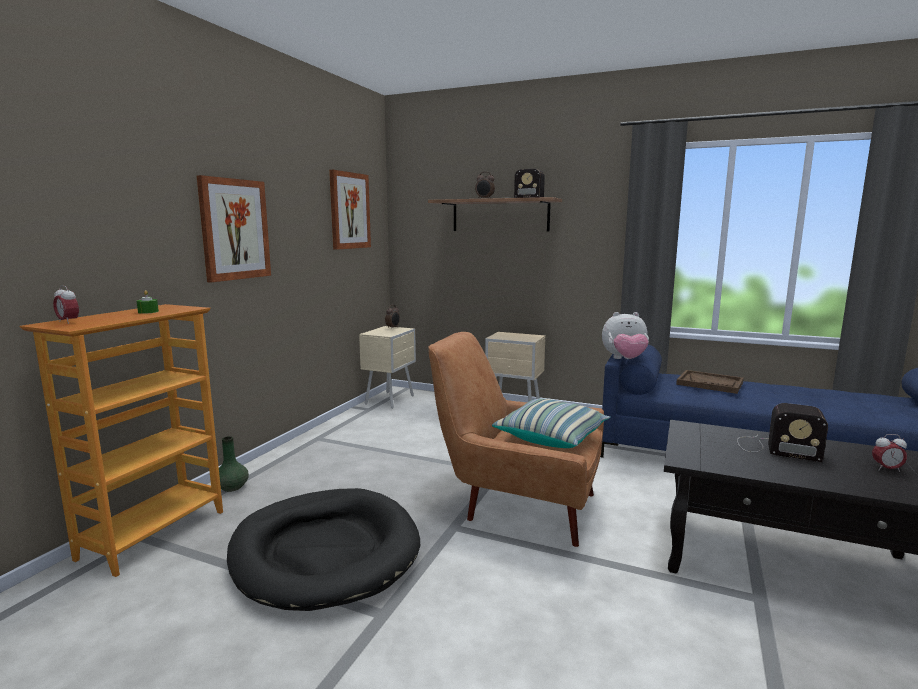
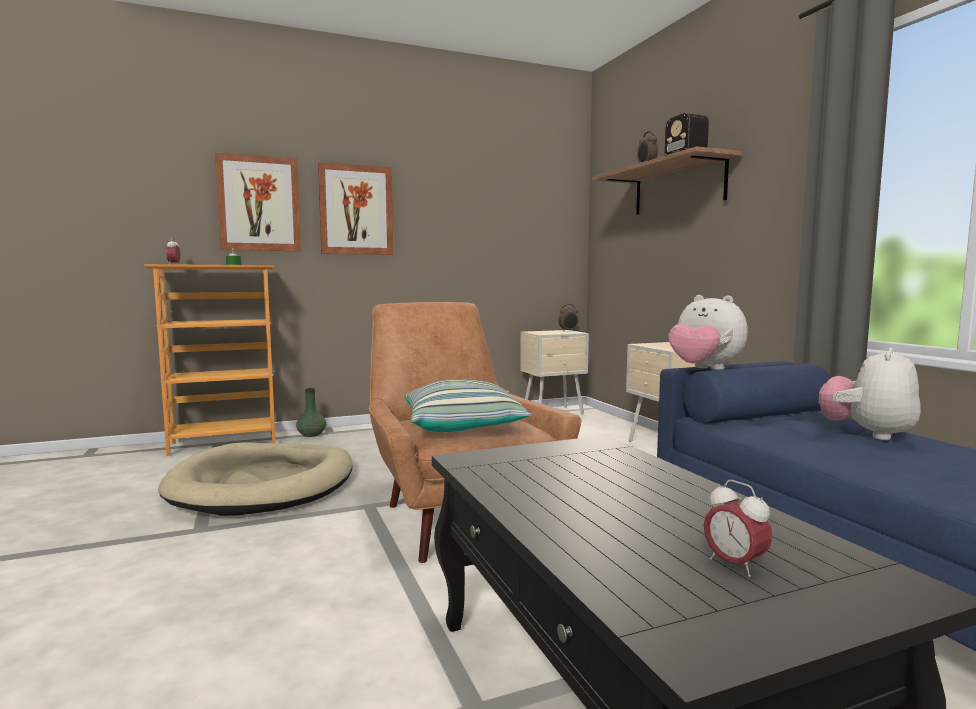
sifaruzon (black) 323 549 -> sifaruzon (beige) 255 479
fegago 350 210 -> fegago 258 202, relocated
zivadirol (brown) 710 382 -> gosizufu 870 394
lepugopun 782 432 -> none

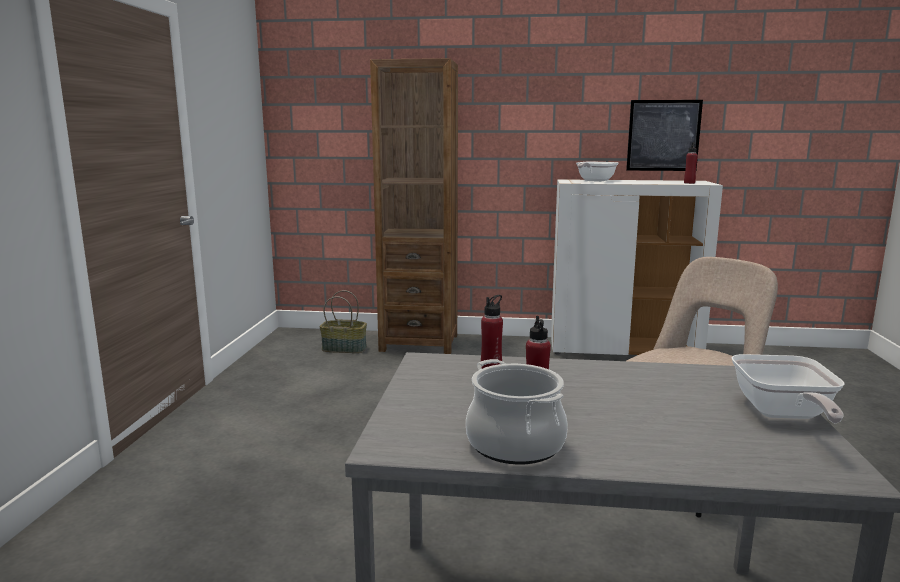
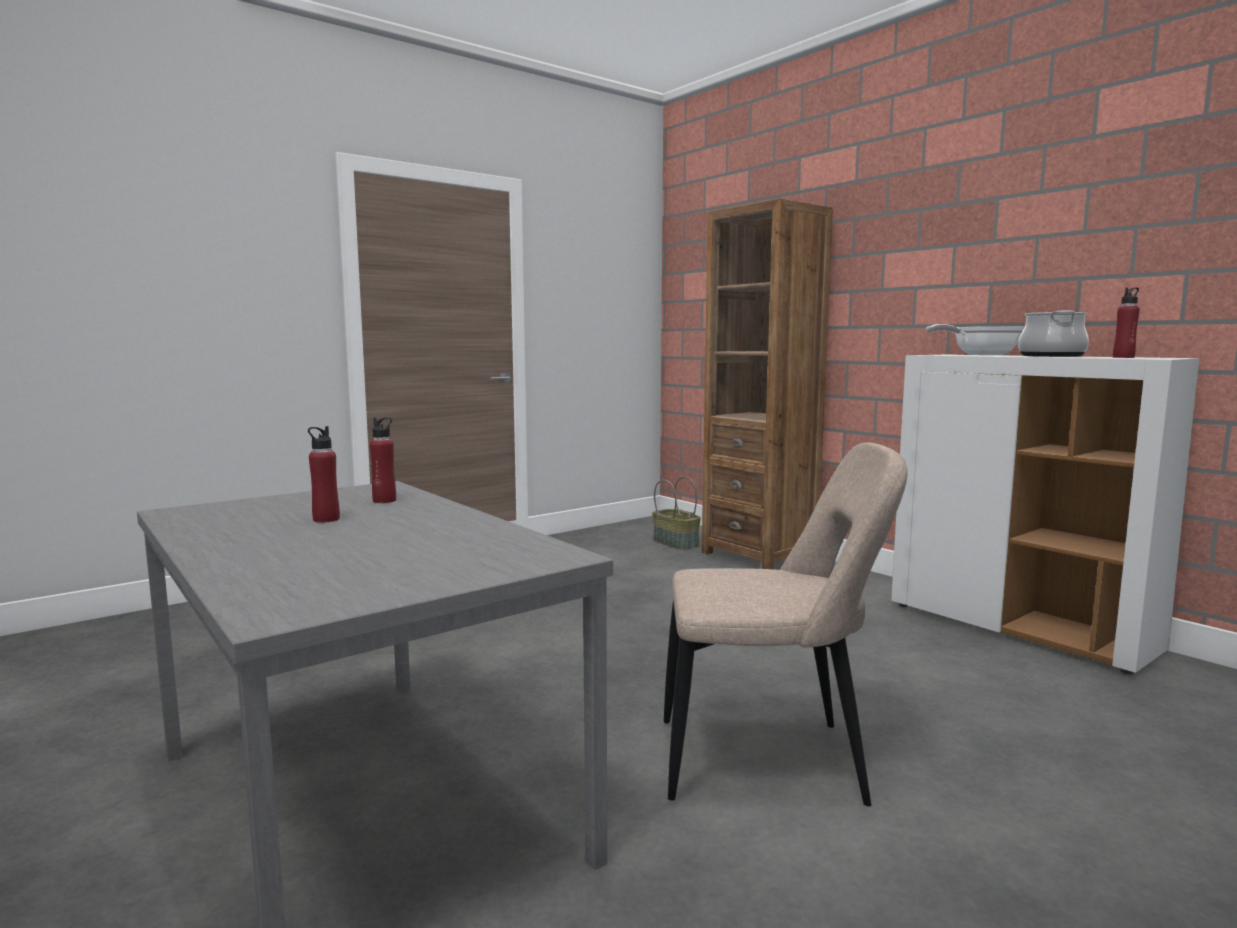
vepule 517 411 -> vepule 1053 334, relocated
fegago 664 135 -> none
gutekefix 788 388 -> none

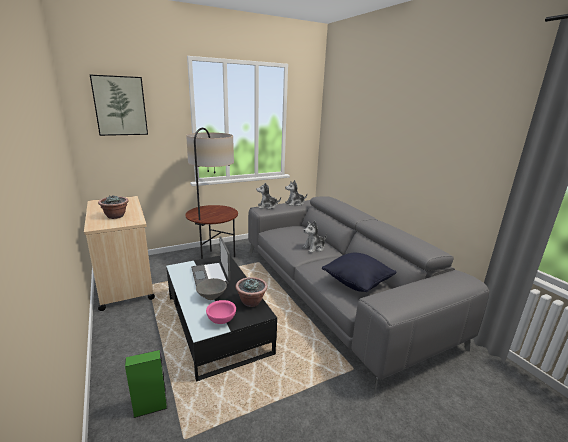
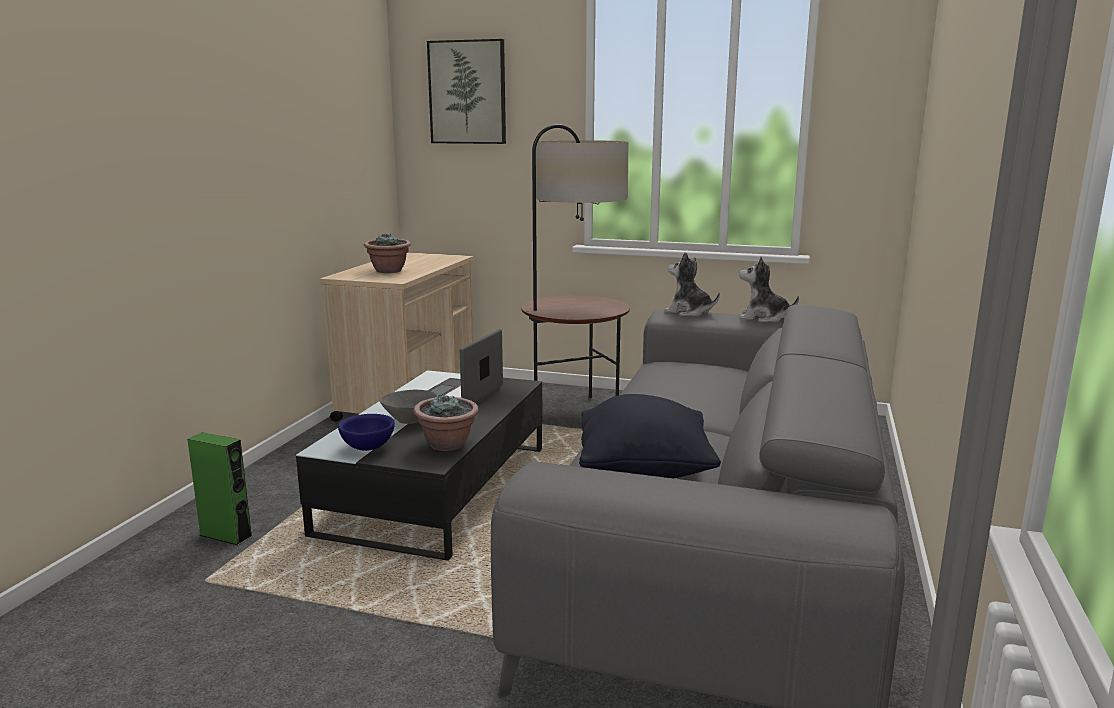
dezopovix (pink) 221 312 -> dezopovix (blue) 366 432
gosizufu 314 237 -> none

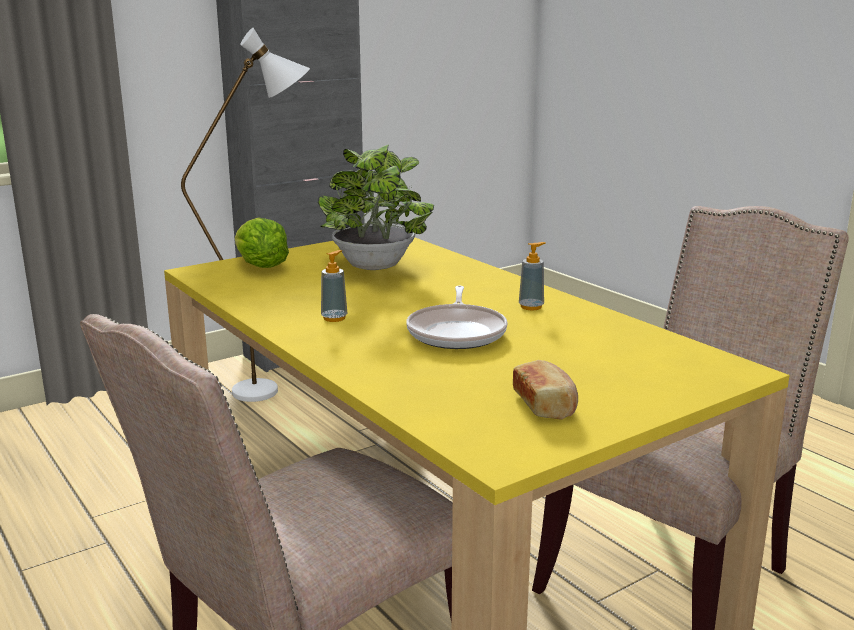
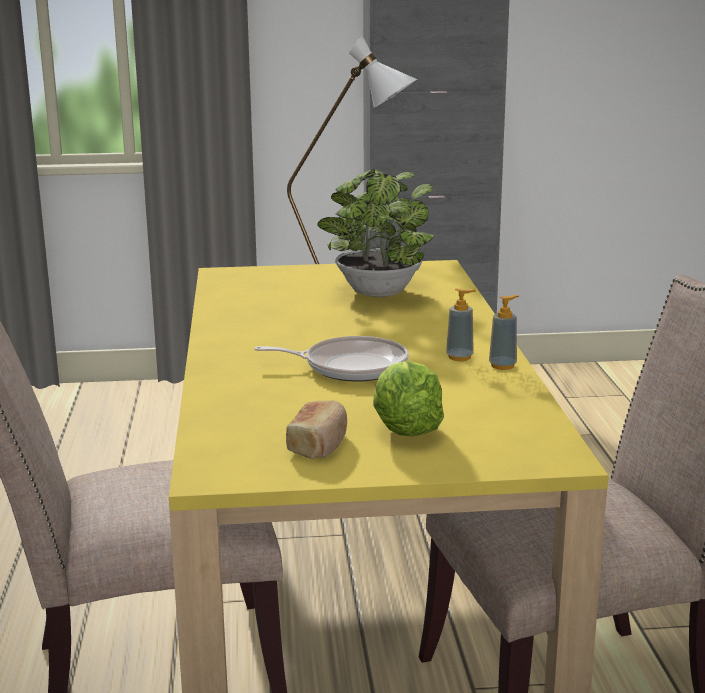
gutekefix 457 317 -> gutekefix 331 359, 120 degrees counterclockwise
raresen 262 243 -> raresen 408 398, relocated
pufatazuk 334 286 -> pufatazuk 504 332, relocated

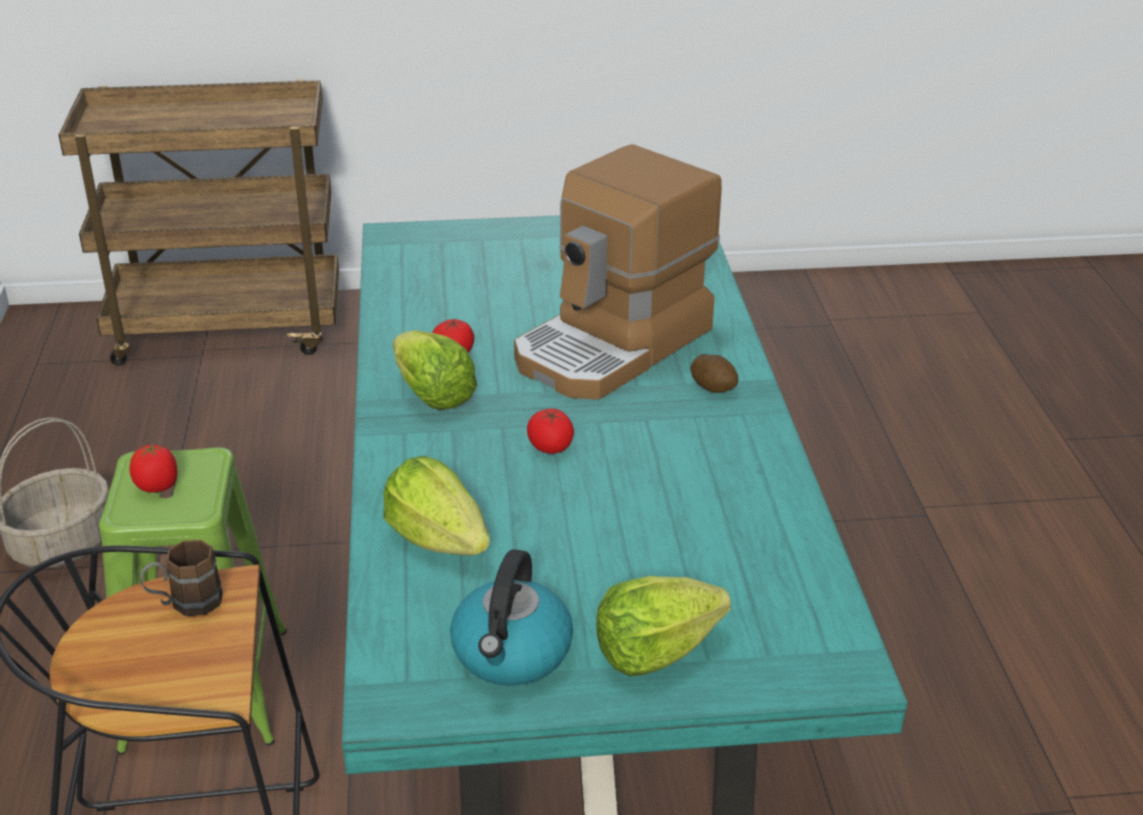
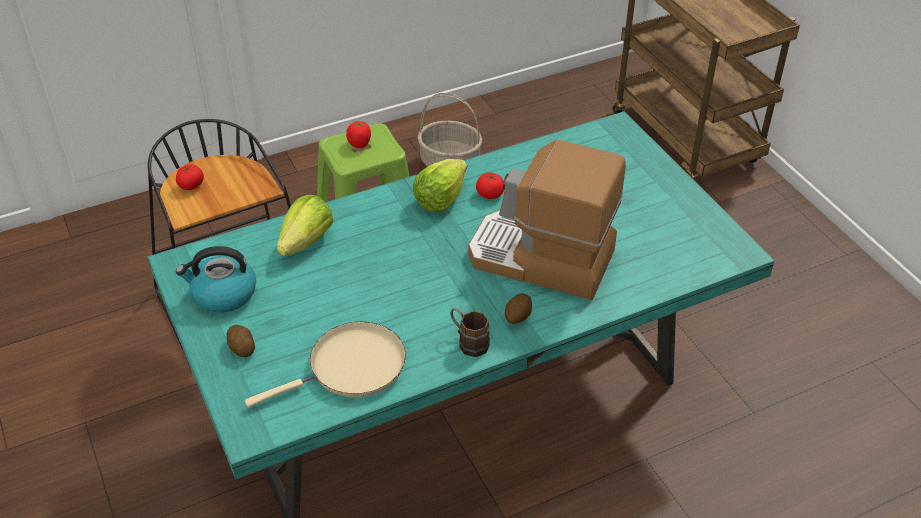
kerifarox 550 431 -> kerifarox 190 177, relocated
raresen 663 626 -> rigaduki 241 341
none -> gutekefix (beige) 325 365
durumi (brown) 181 578 -> durumi (brown) 470 332, relocated

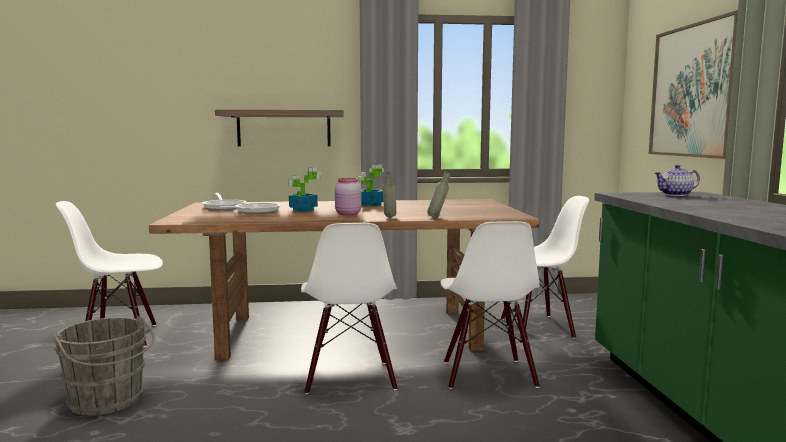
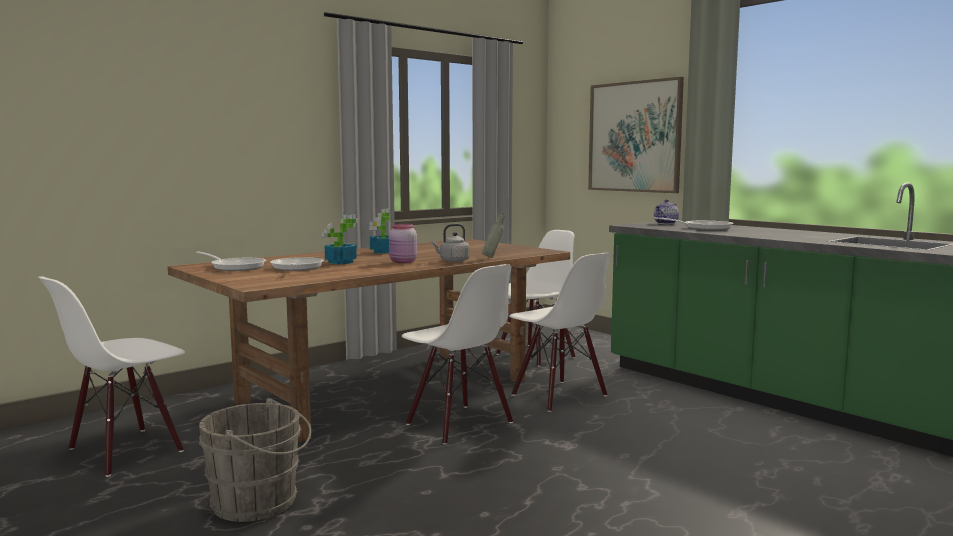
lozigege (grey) 389 194 -> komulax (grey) 451 243
none -> gutekefix 693 223
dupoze 279 128 -> none

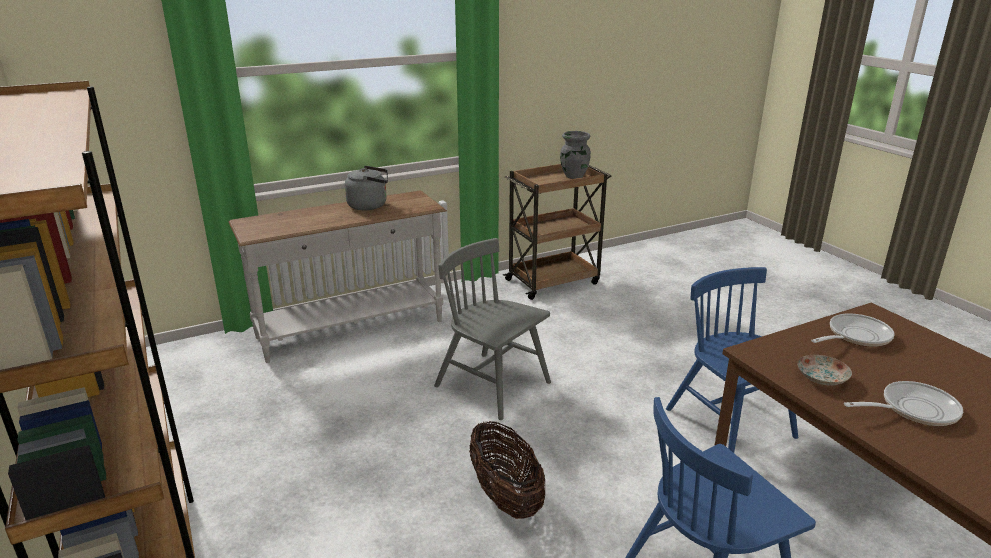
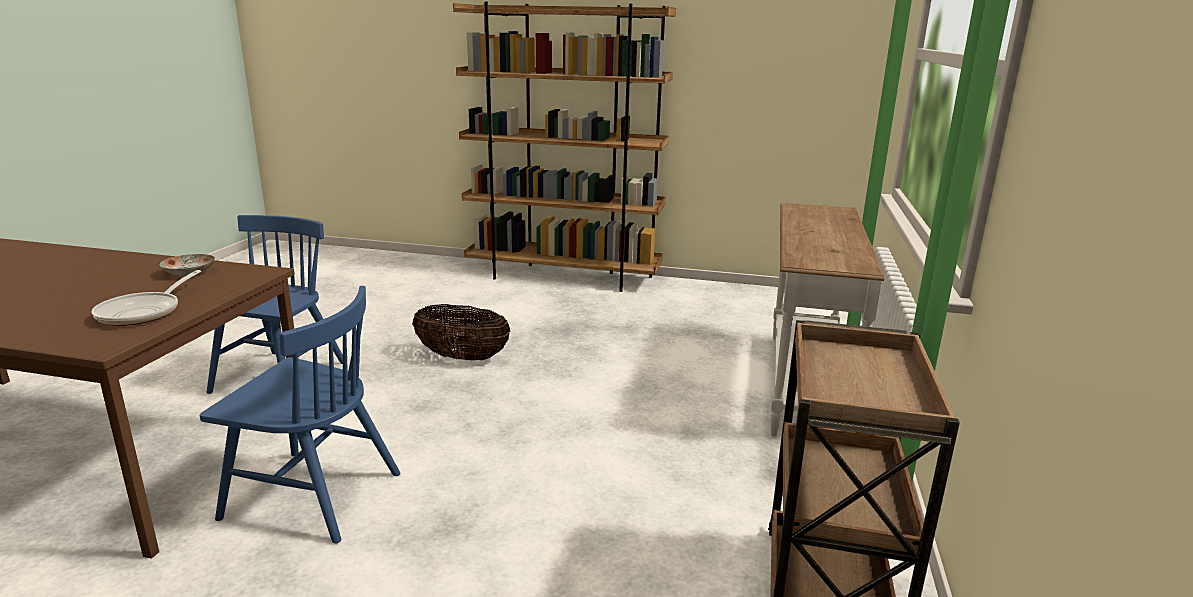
komulax (grey) 366 188 -> none
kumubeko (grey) 492 329 -> none
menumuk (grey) 575 155 -> none
gutekefix 903 403 -> none

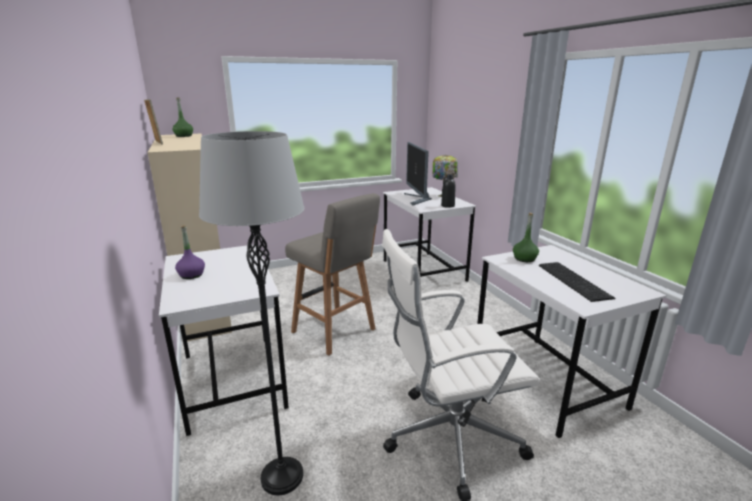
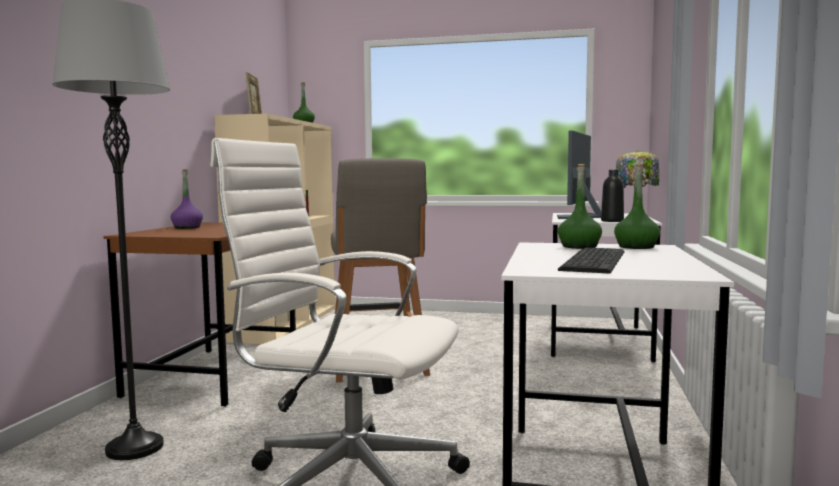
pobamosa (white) 224 340 -> pobamosa (brown) 200 314
none -> lozigege (green) 637 206

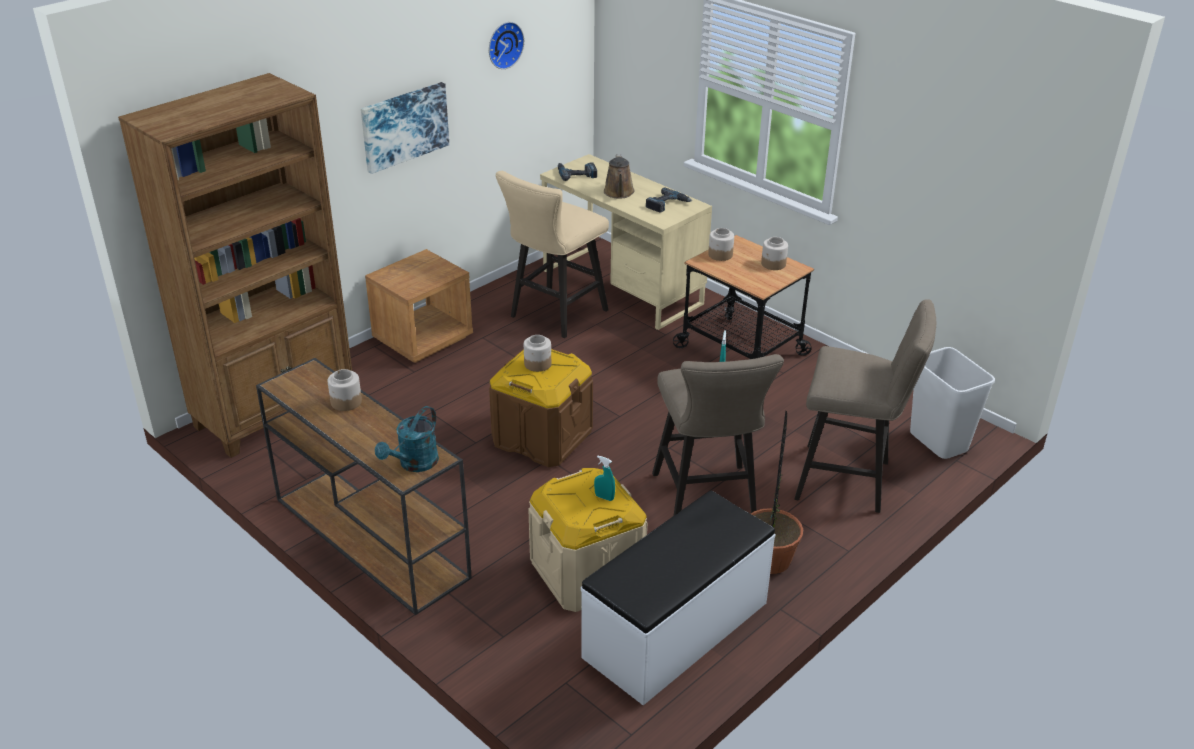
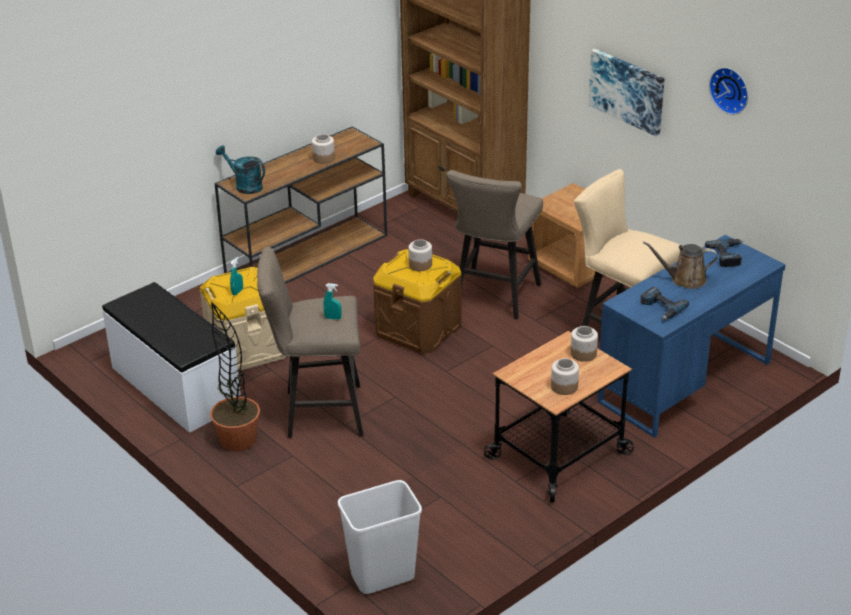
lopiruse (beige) 865 406 -> lopiruse (beige) 494 244, relocated
pobamosa (beige) 626 242 -> pobamosa (blue) 692 336

